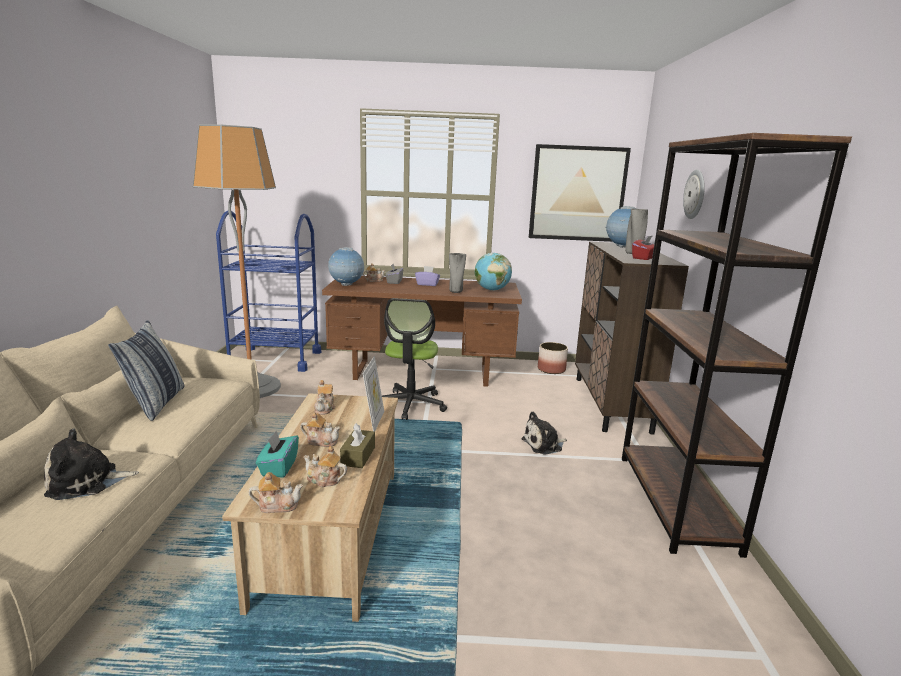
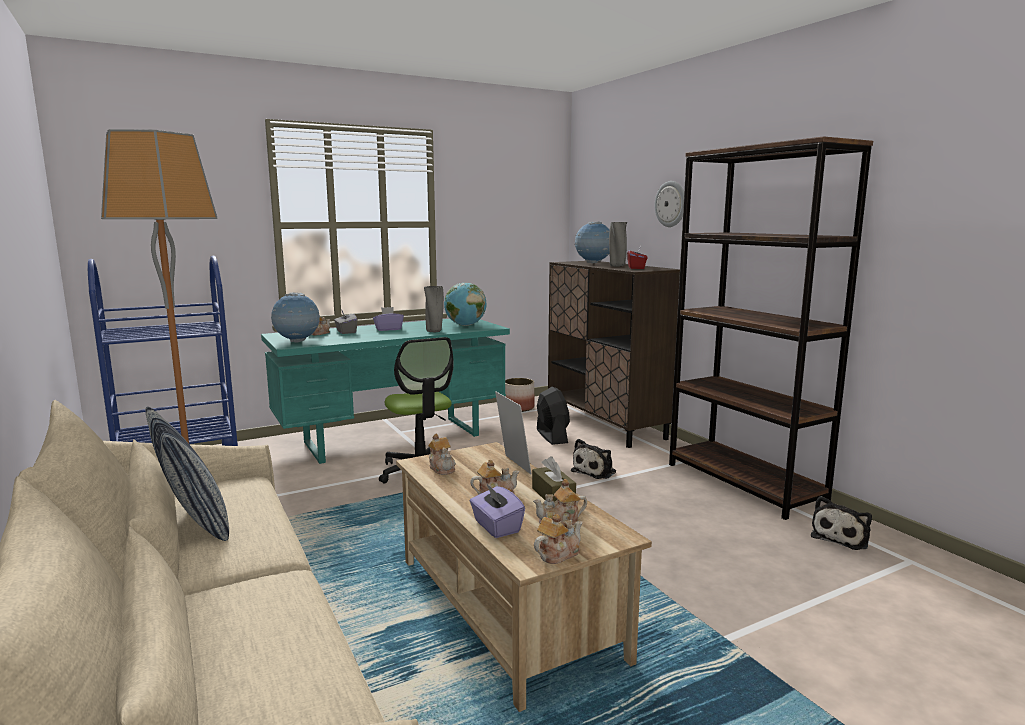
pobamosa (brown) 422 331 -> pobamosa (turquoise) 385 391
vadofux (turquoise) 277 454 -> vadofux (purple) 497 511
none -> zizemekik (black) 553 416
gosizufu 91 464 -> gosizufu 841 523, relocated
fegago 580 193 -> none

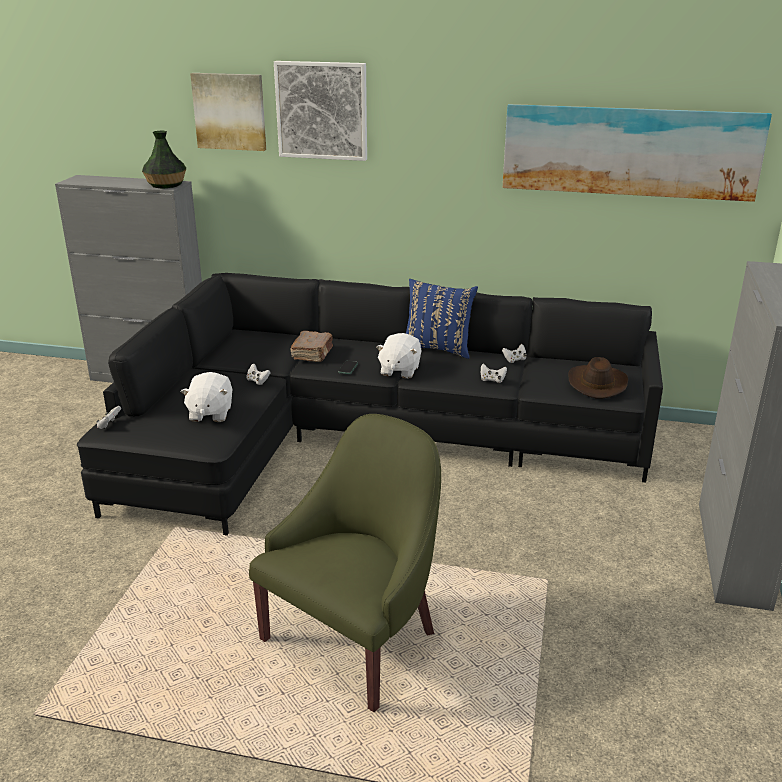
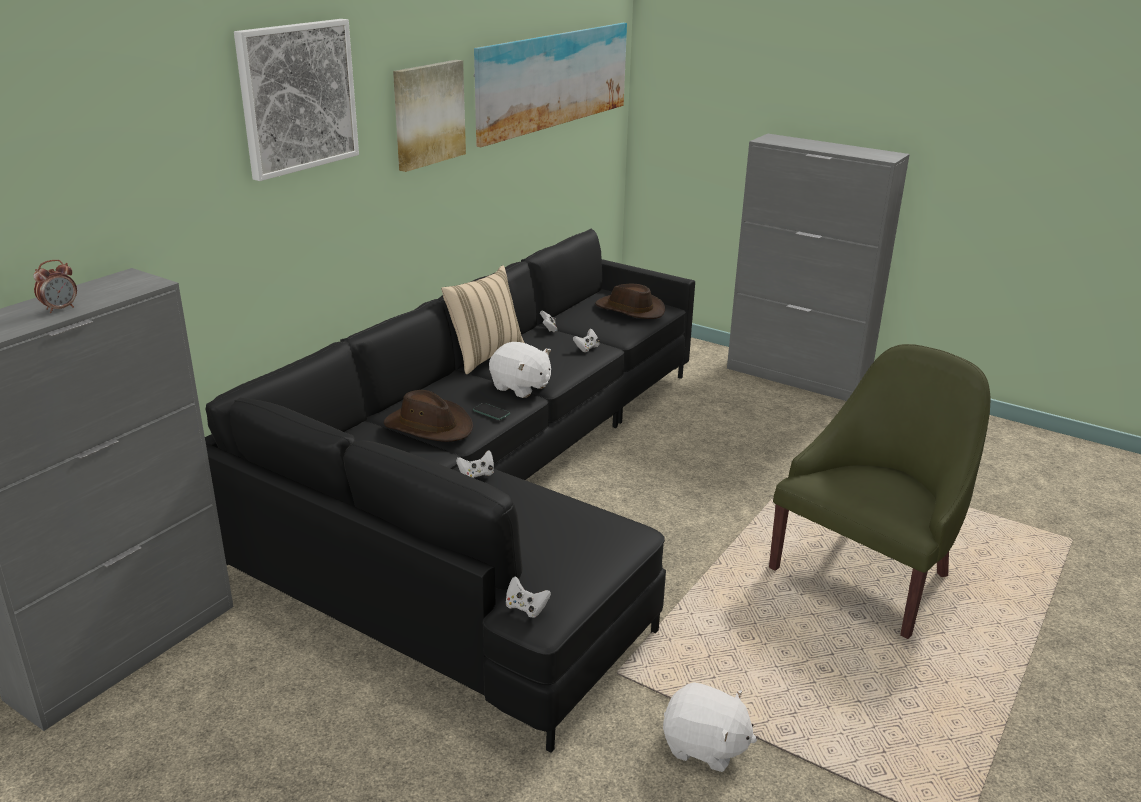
none -> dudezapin 55 286
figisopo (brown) 312 346 -> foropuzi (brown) 428 416
fegago 228 112 -> fegago 429 116, relocated
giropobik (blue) 442 319 -> giropobik (beige) 482 319
gosizufu (white) 206 397 -> gosizufu (white) 710 727, relocated
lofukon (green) 345 563 -> lofukon (green) 879 491, 75 degrees clockwise
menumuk 164 159 -> none

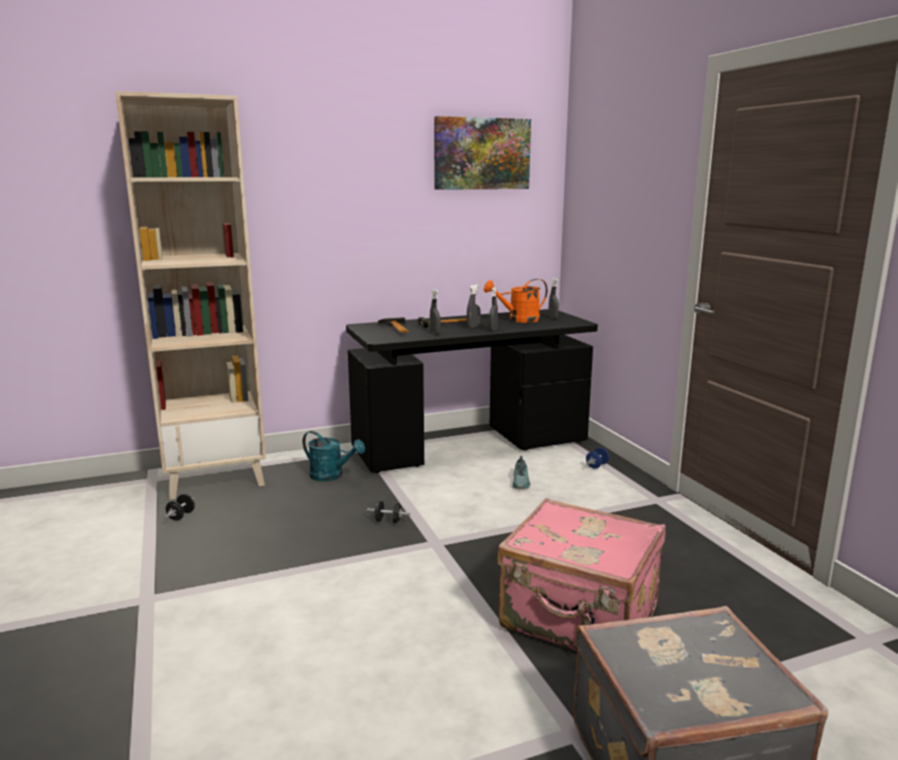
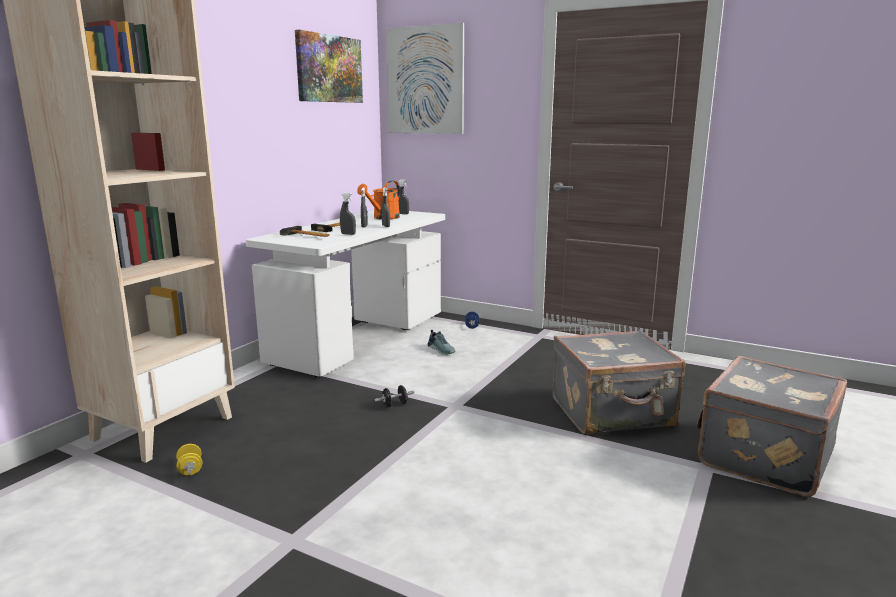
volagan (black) 179 507 -> volagan (yellow) 189 459
pobamosa (black) 472 391 -> pobamosa (white) 345 294
none -> fegago 425 78
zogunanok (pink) 581 574 -> zogunanok (grey) 618 382
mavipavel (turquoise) 333 456 -> none

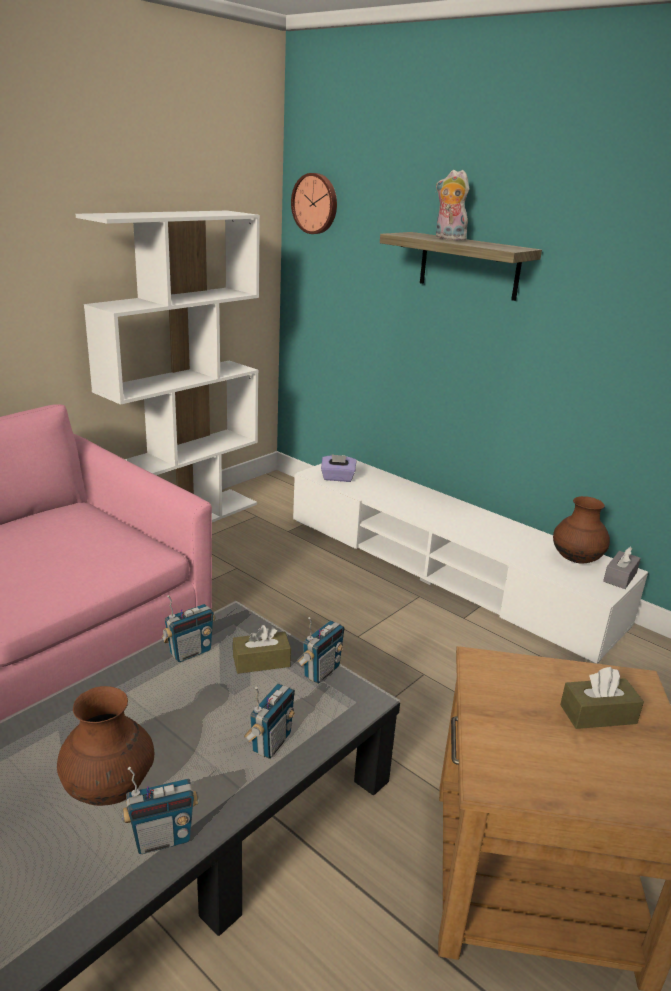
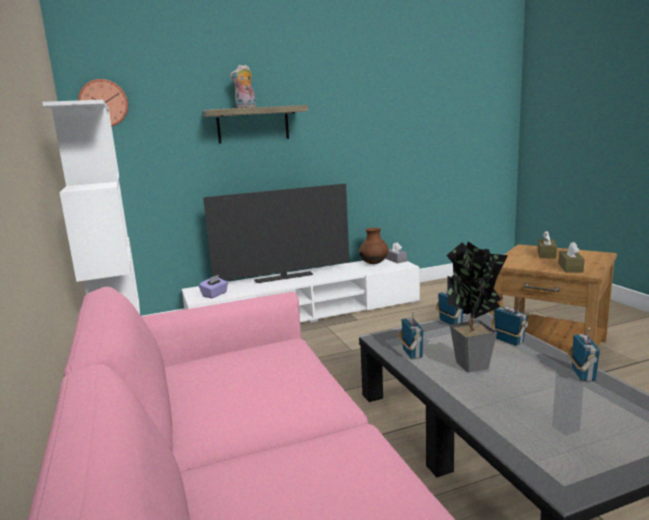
none -> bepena 276 233
none -> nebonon 477 307
vadofux (brown) 262 649 -> vadofux (brown) 571 257, relocated
menumuk (brown) 105 746 -> none

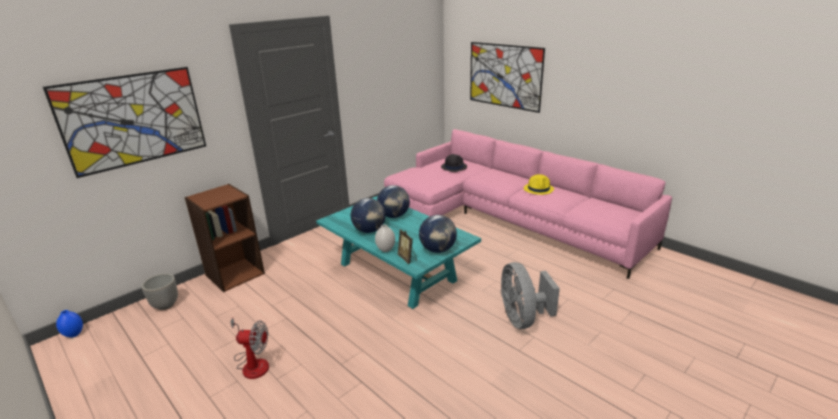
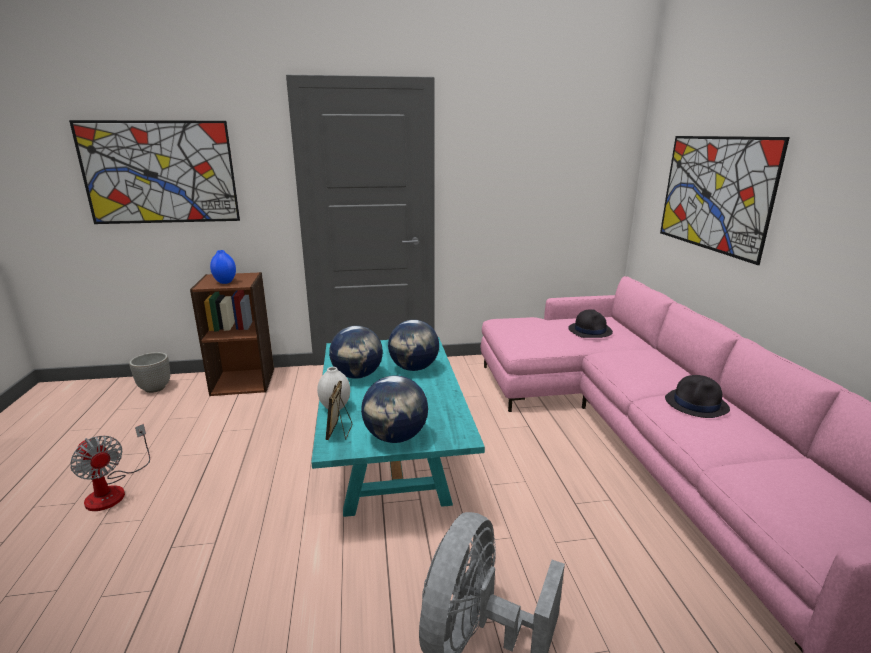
menumuk (blue) 69 324 -> menumuk (blue) 223 267, relocated
foropuzi (yellow) 539 184 -> foropuzi (black) 697 396

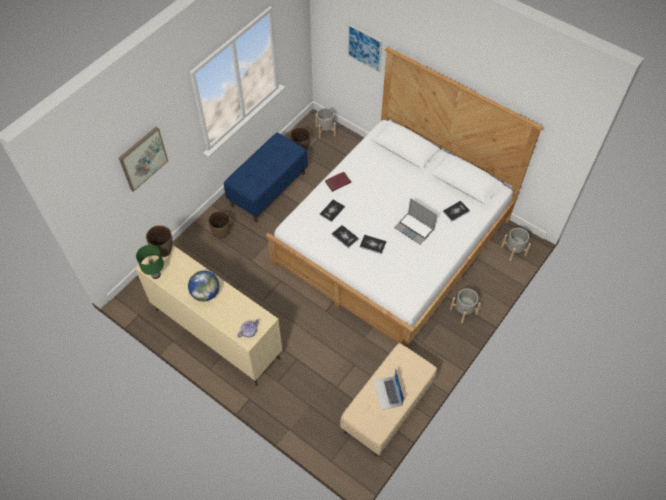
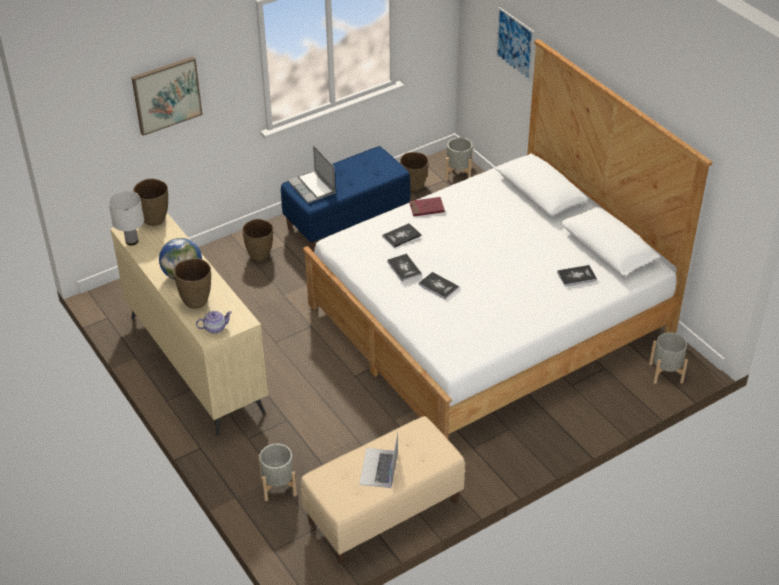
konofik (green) 150 262 -> konofik (white) 126 218
none -> menumuk (brown) 192 283
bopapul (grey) 465 305 -> bopapul (grey) 277 472, relocated
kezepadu 415 221 -> kezepadu 312 174, relocated

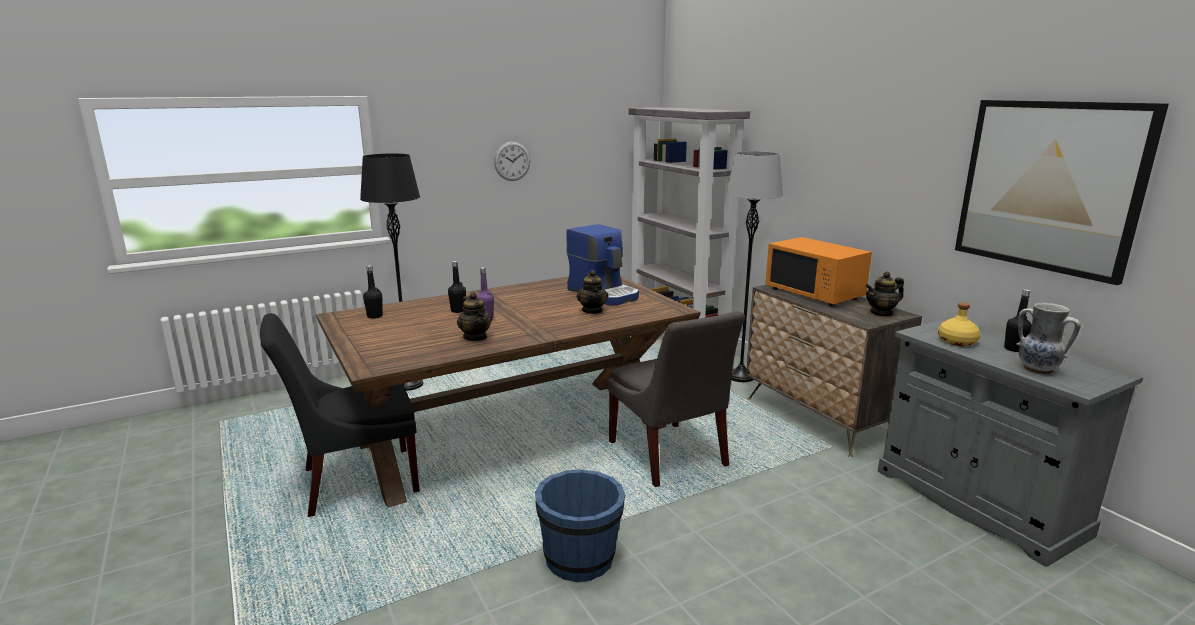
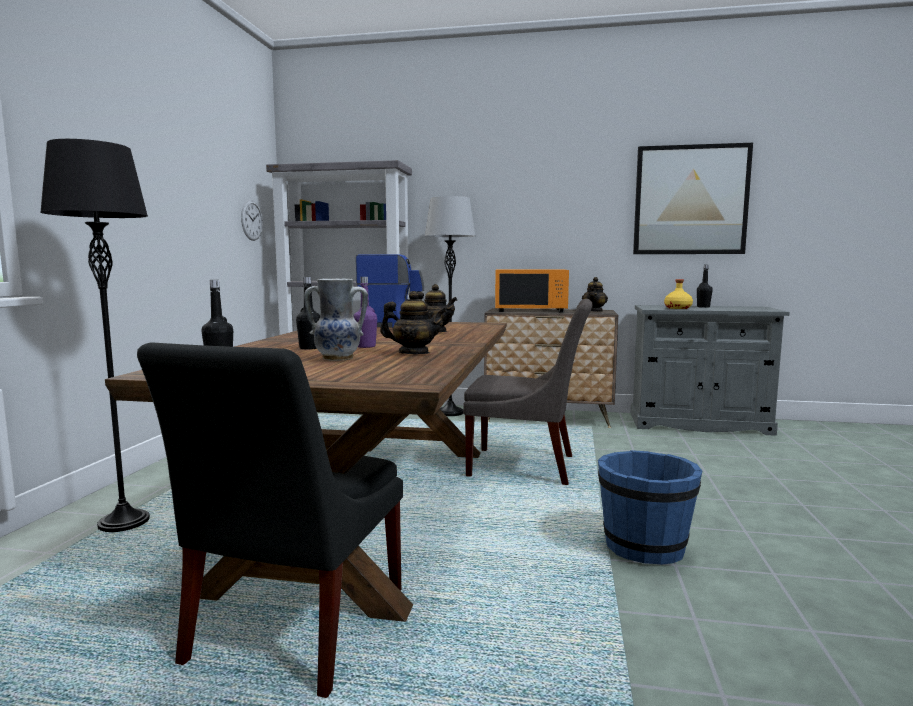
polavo 512 161 -> polavo 252 220, relocated
menumuk 1048 339 -> menumuk 336 319, relocated

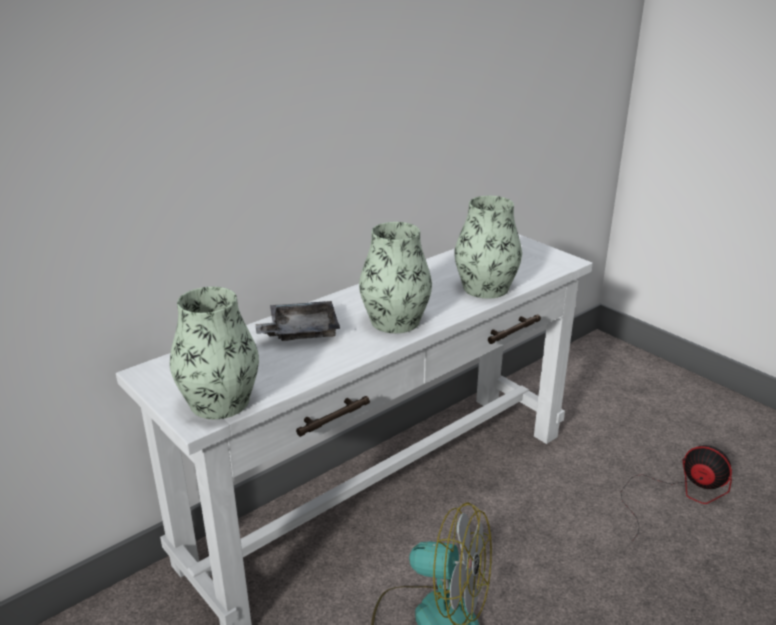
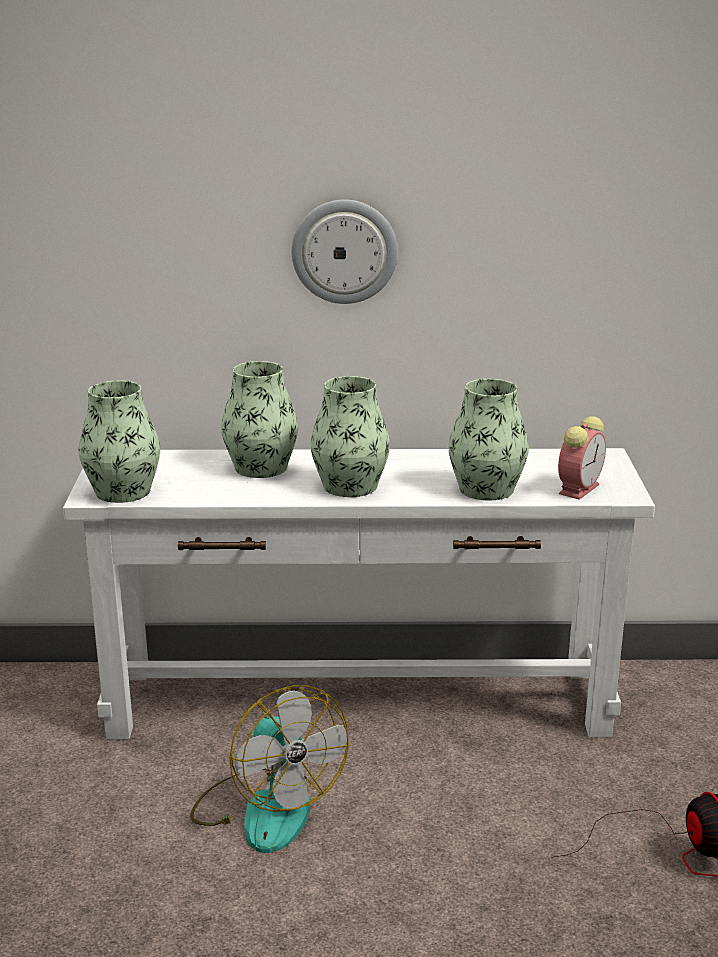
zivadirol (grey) 297 321 -> menumuk 259 419
none -> polavo 345 252
none -> dudezapin 582 458

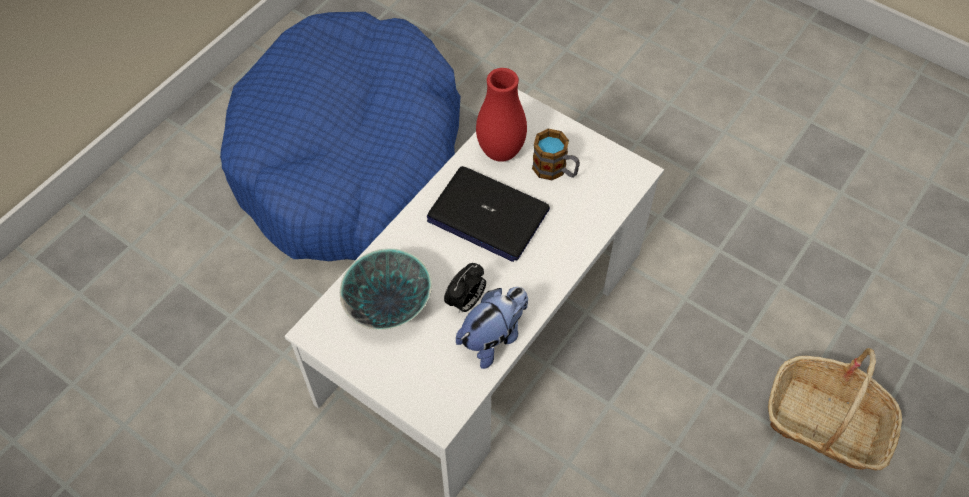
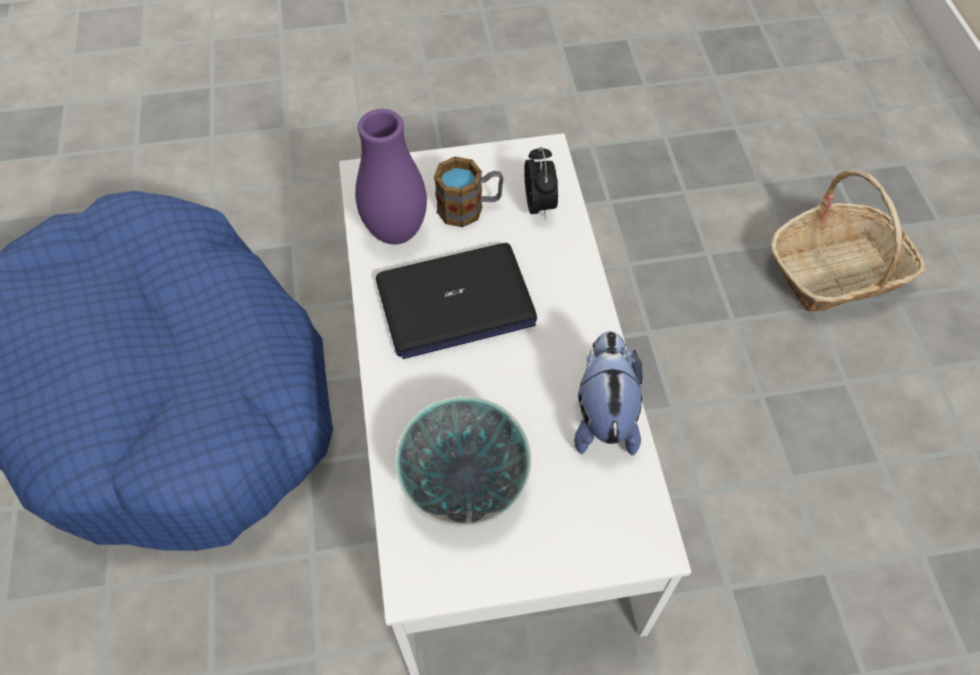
menumuk (red) 501 115 -> menumuk (purple) 391 176
dudezapin 465 288 -> dudezapin 541 183, relocated

